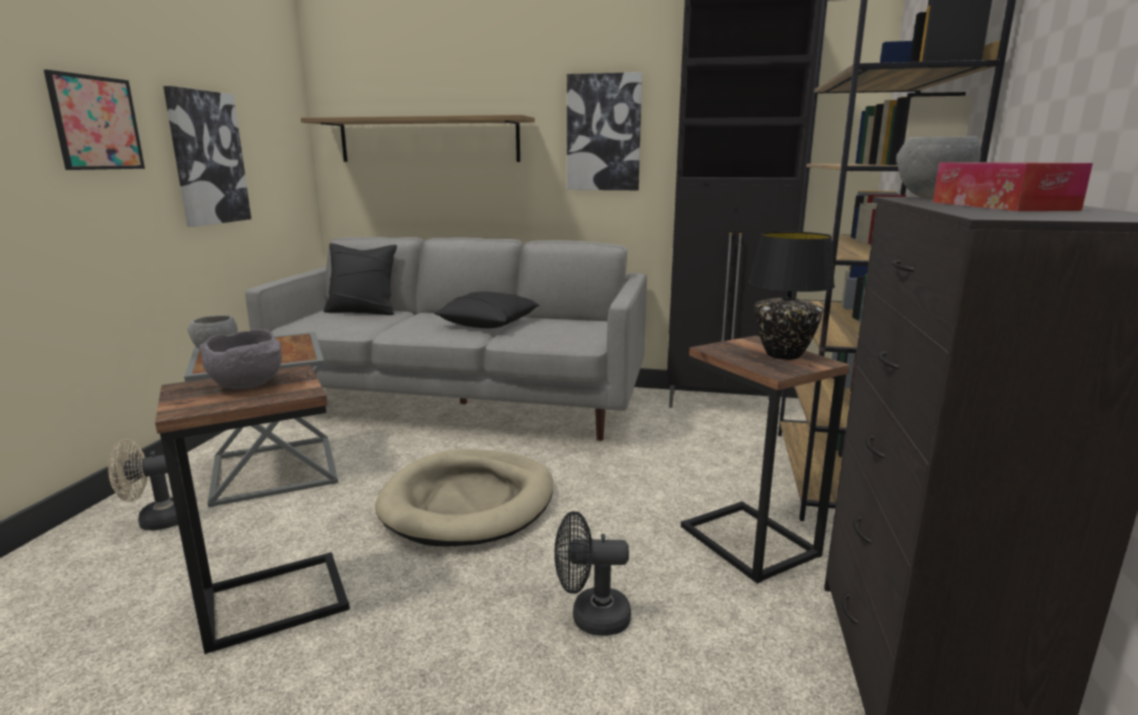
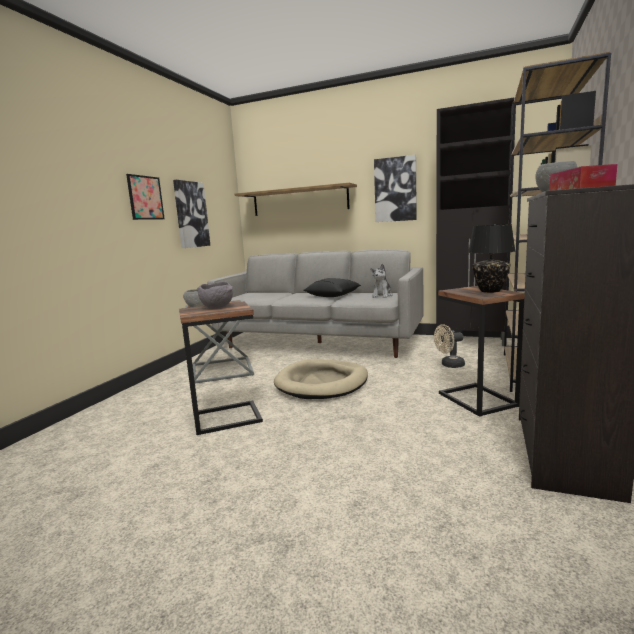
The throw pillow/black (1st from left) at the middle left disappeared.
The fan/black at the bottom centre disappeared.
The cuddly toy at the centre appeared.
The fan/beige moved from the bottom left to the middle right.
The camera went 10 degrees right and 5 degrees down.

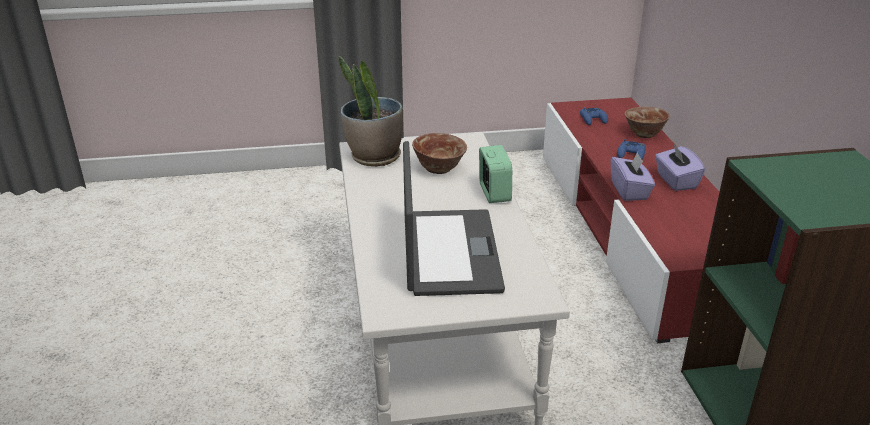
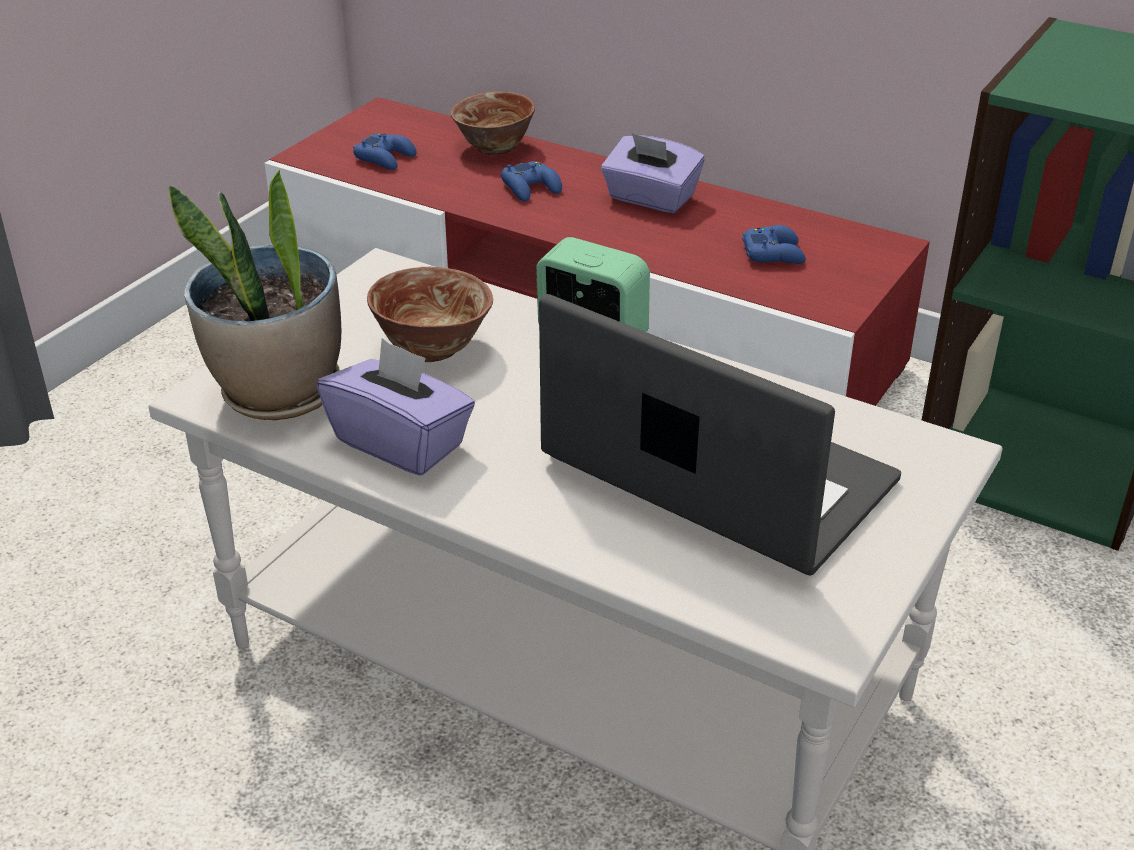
The joypad/blue-coloured (3rd from left) at the top right appeared.
The box of tissues/purplish (1st from left) moved from the middle right to the centre.
The camera went 50 degrees left and 5 degrees up.

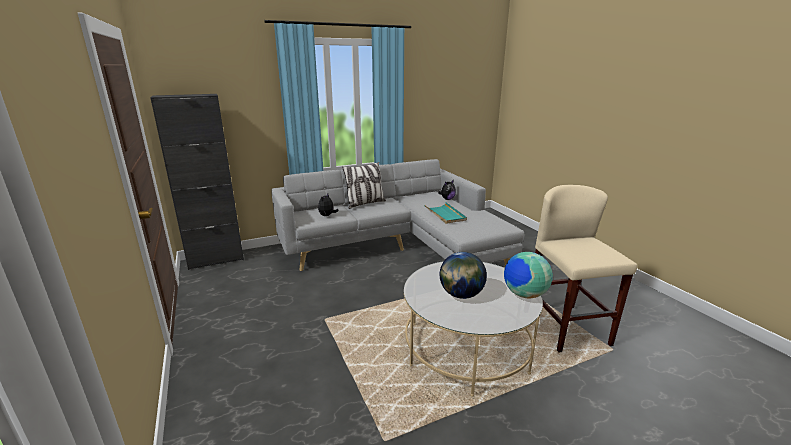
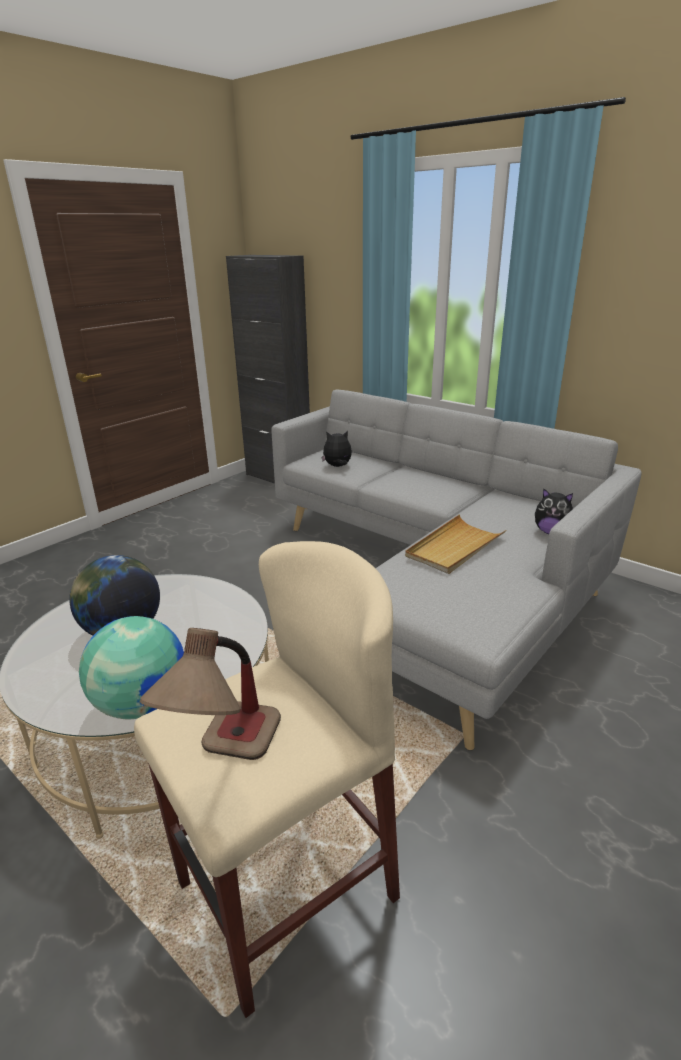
The throw pillow at the centre disappeared.
The tabletop lamp at the middle left appeared.
The tray/turquoise at the centre became the tray/beige at the middle right.
The camera went 65 degrees right and 5 degrees up.

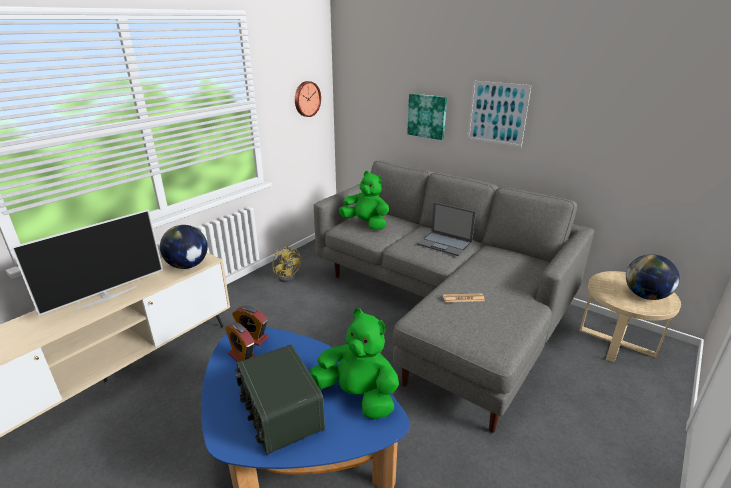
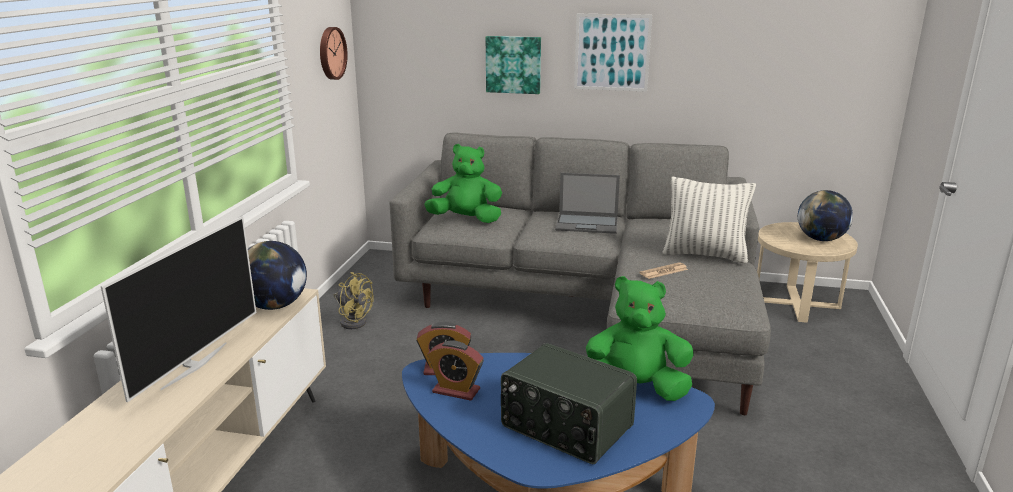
The throw pillow at the middle right appeared.
The camera went 25 degrees left and 5 degrees down.

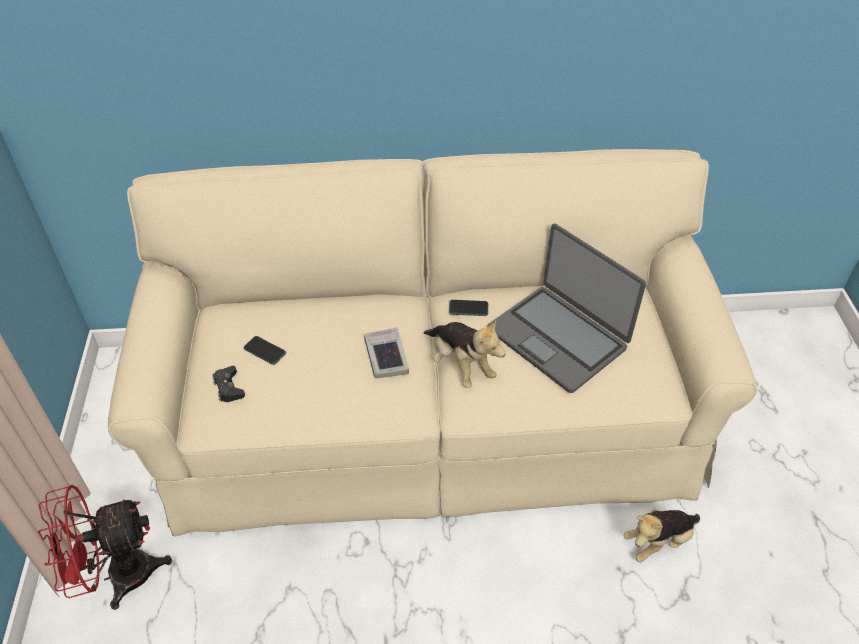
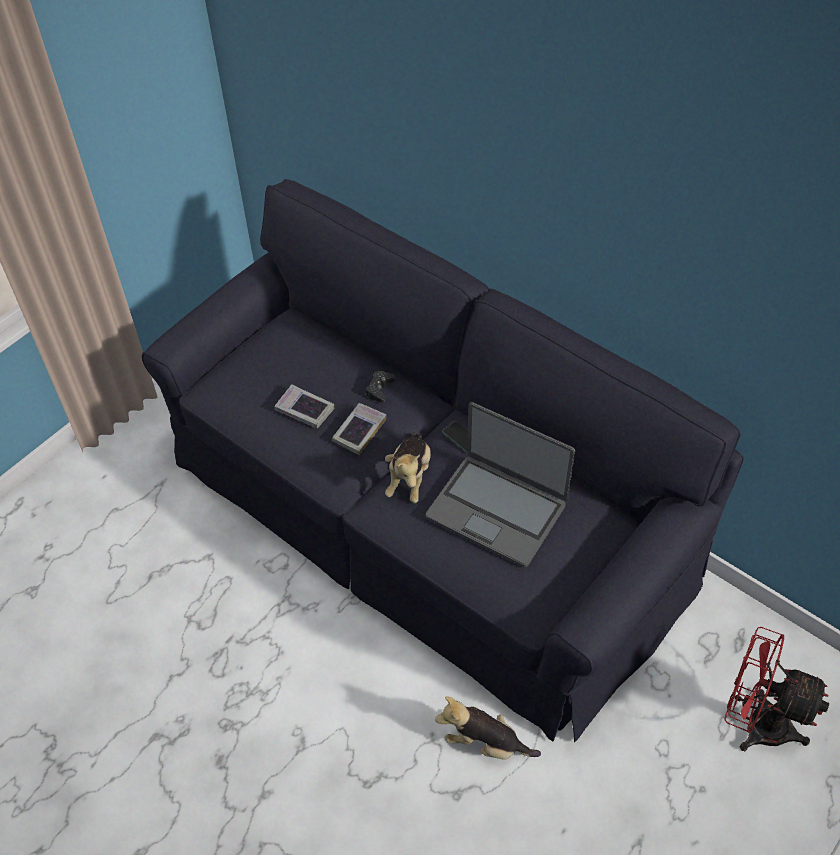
The handset (1st from left) at the middle left disappeared.
The volume (1st from left) at the centre appeared.
The fan/red-coloured moved from the bottom left to the bottom right.
The joypad/black moved from the middle left to the centre.
The settee/beige at the centre became the settee/black at the centre.
The laptop at the centre turned 60 degrees counterclockwise.
The camera went 45 degrees right and 5 degrees up.

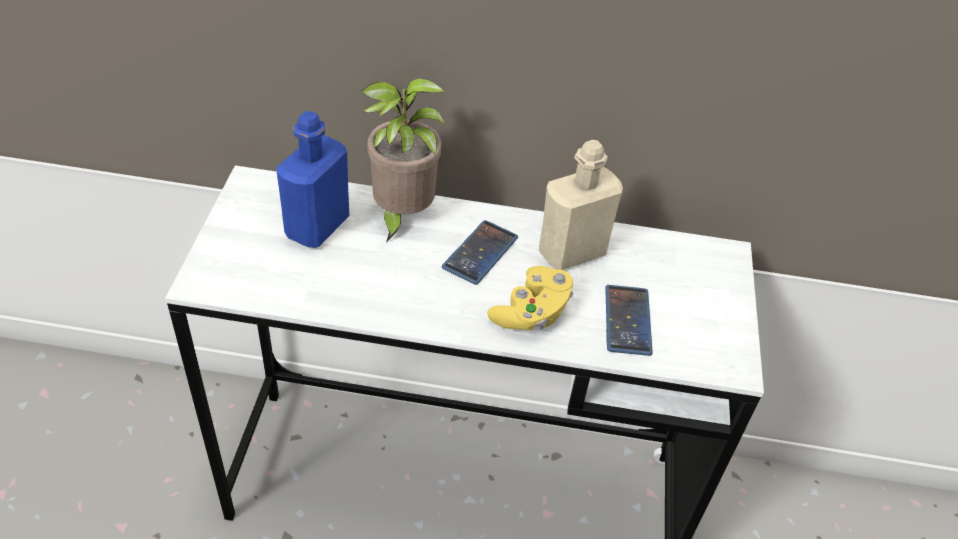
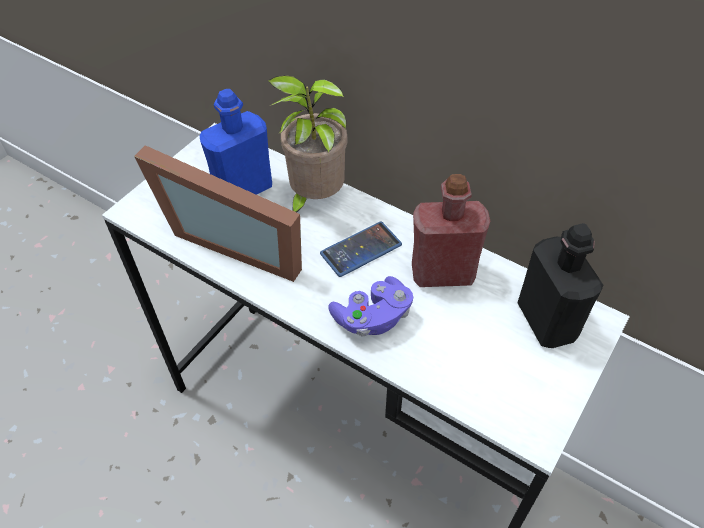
The handset (2nd from left) at the centre disappeared.
The picture frame at the middle left appeared.
The drink bottle/black at the middle right appeared.
The joypad/yellow at the centre became the joypad/purplish at the centre.
The drink bottle/beige at the centre became the drink bottle/red-coloured at the centre.
The camera went 30 degrees right and 5 degrees up.

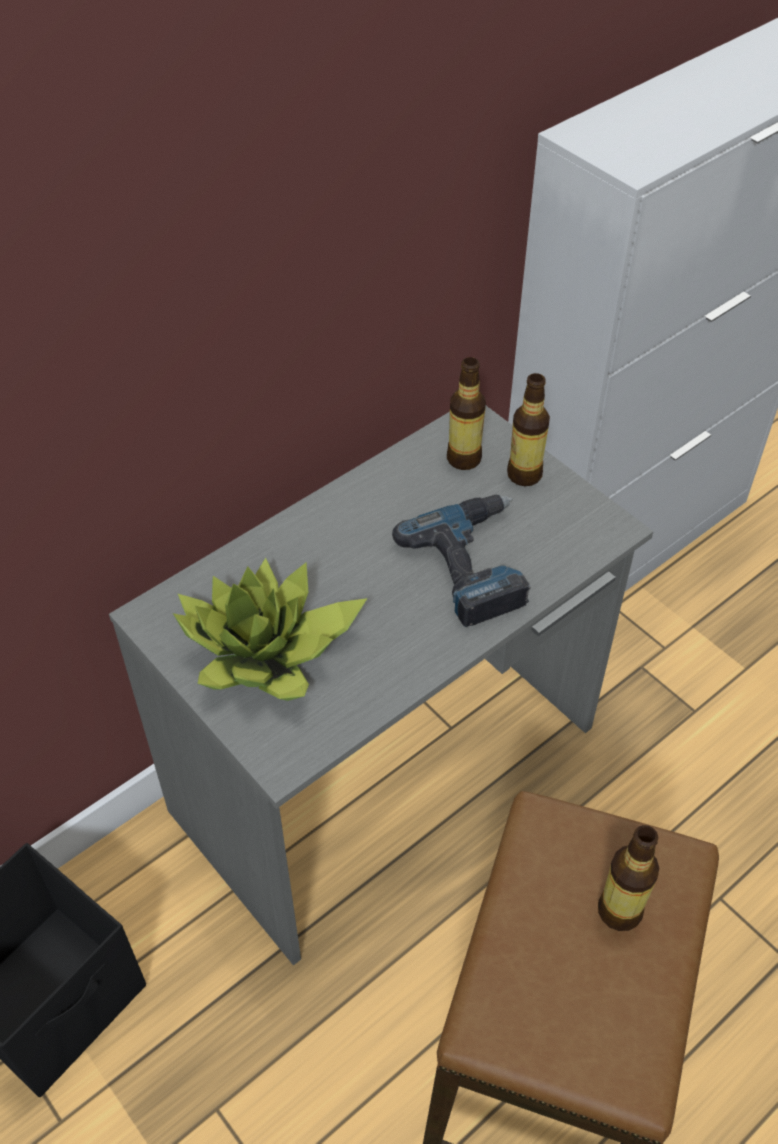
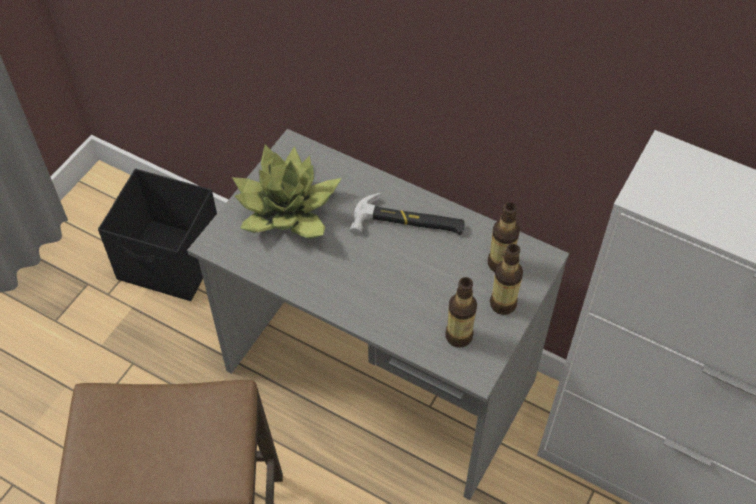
The electric drill at the centre disappeared.
The hammer at the centre appeared.
The drink bottle (3rd from left in the first image) moved from the bottom right to the centre.
The camera went 70 degrees right and 5 degrees up.

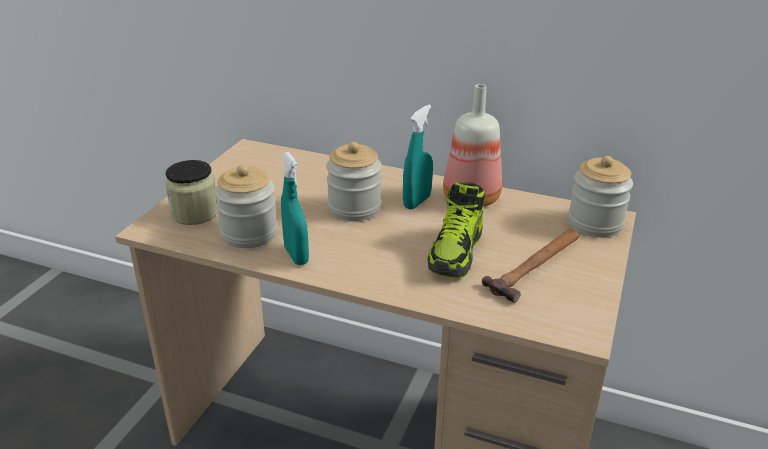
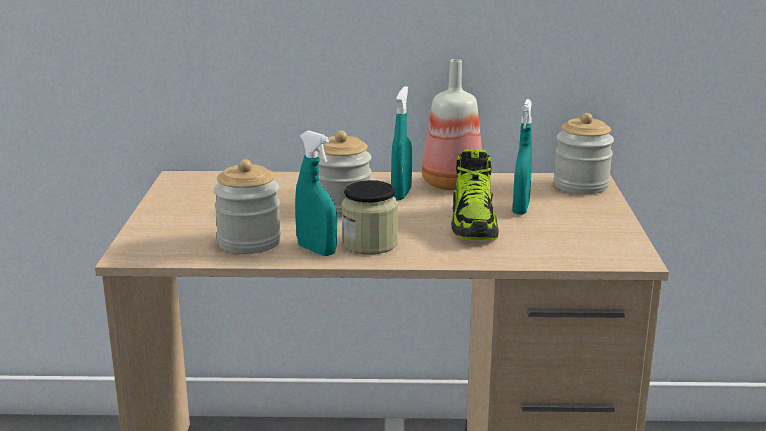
The hammer at the middle right disappeared.
The hand sprayer/turquoise (3rd from left) at the middle right appeared.
The storage jar (1st from left in the first image) moved from the middle left to the centre.
The camera went 20 degrees left and 10 degrees down.

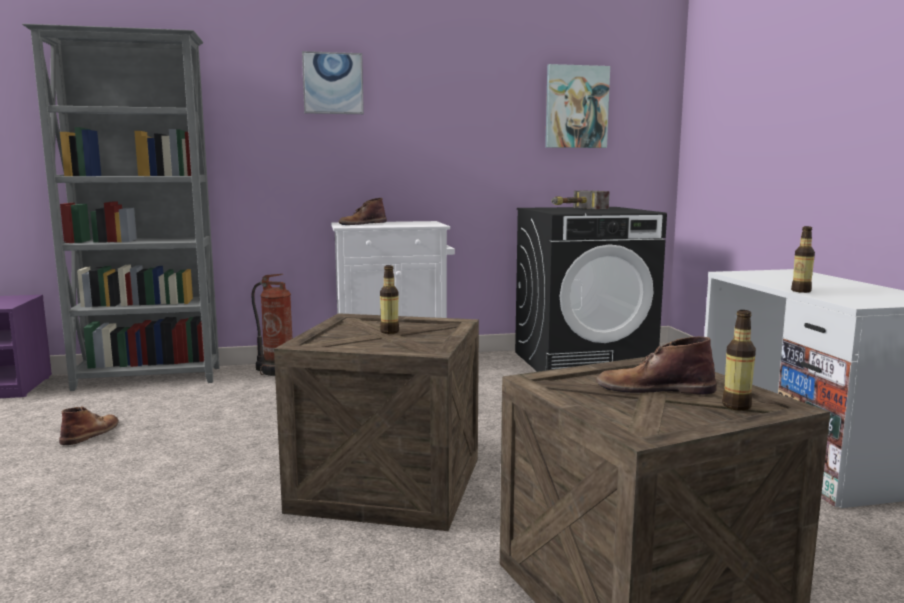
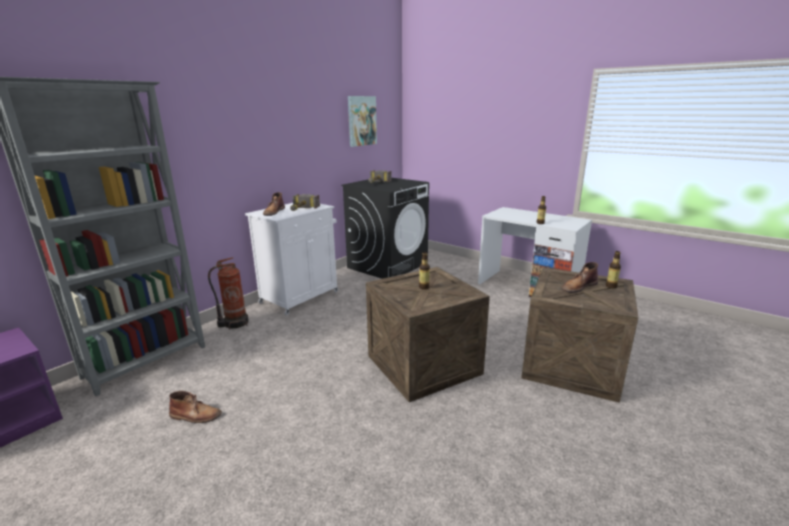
The wall picture (1st from left) at the top centre disappeared.
The hammer (1st from left) at the centre appeared.
The boot/brown-coloured (1st from left) at the bottom left turned 120 degrees clockwise.
The camera went 40 degrees left and 10 degrees up.

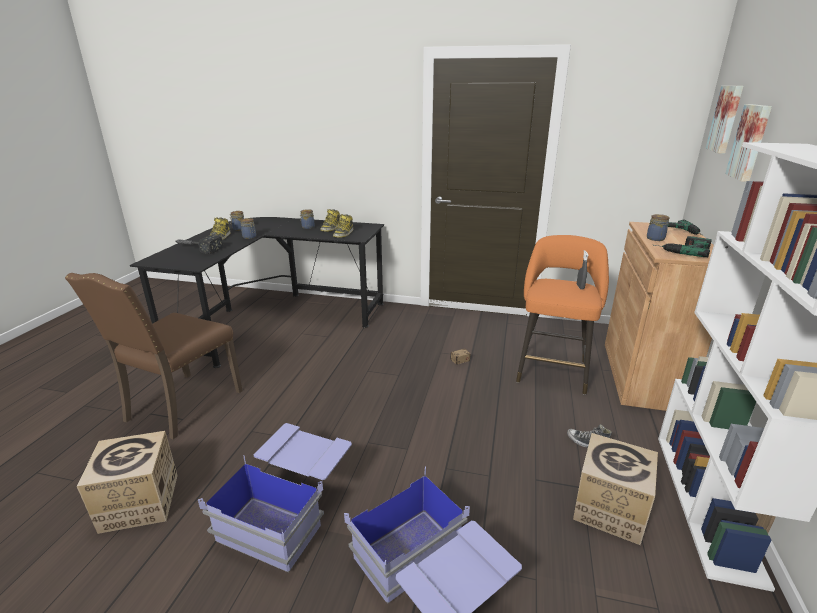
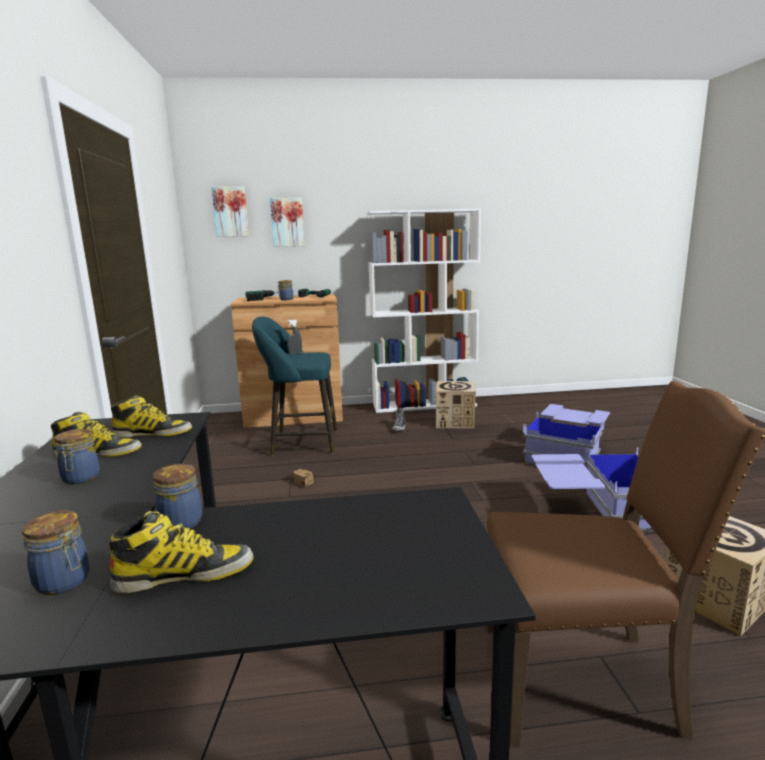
The hammer at the middle left disappeared.
The stool/orangey at the middle right became the stool/turquoise at the centre.
The camera went 110 degrees left and 10 degrees down.

